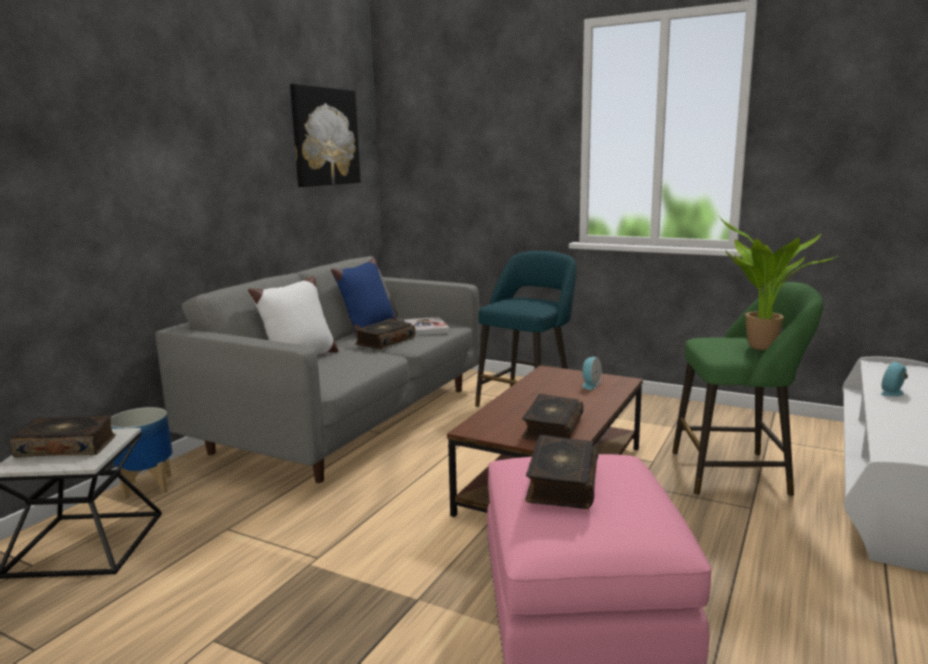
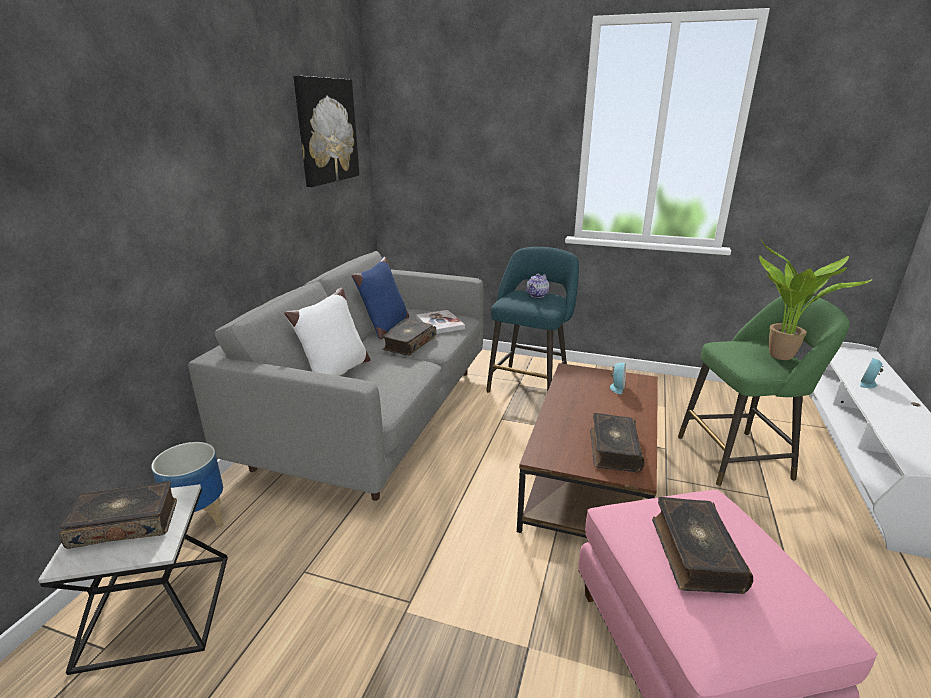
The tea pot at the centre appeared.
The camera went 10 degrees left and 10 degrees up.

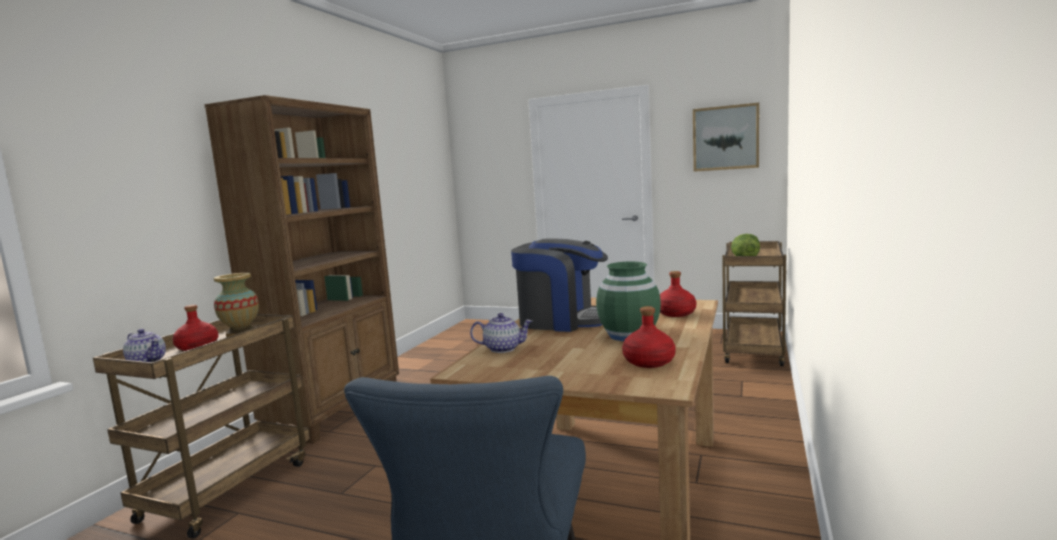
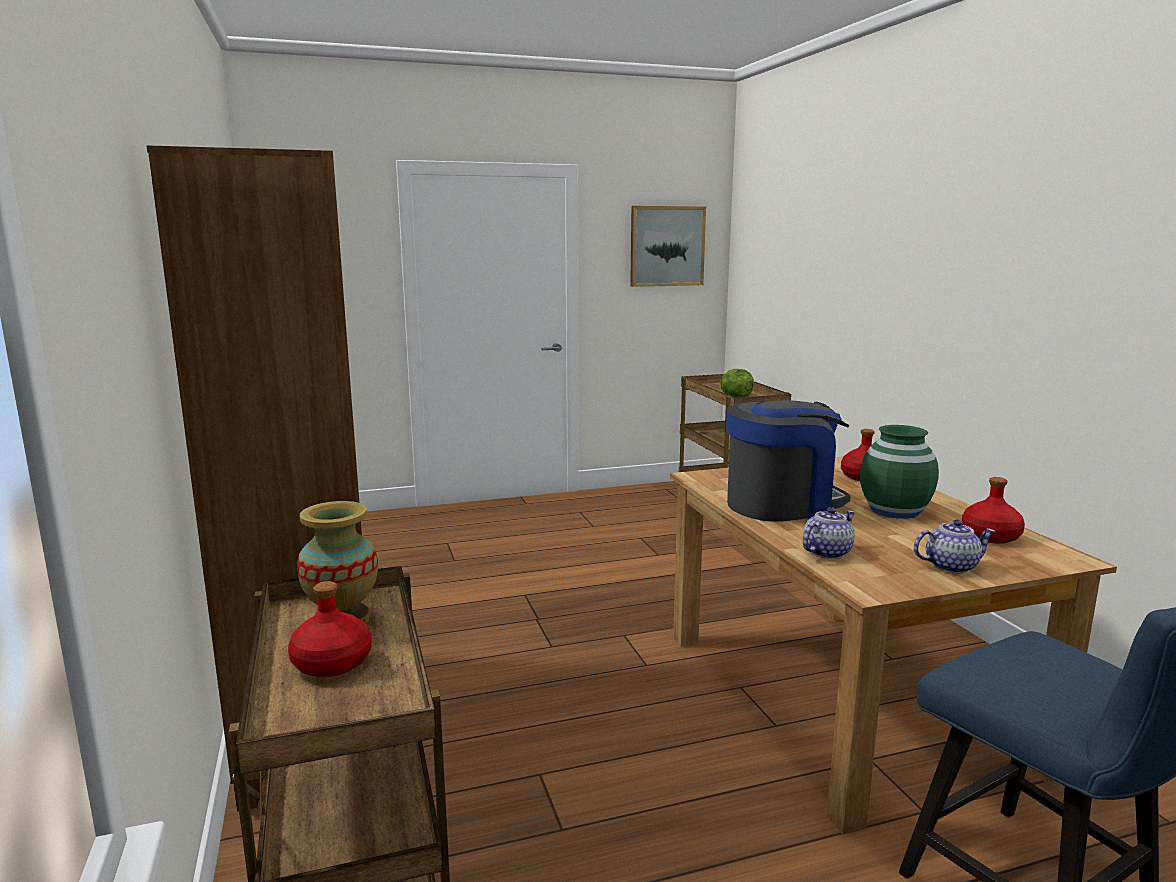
The tea pot (1st from left in the first image) moved from the middle left to the middle right.
The camera went 40 degrees left and 5 degrees up.

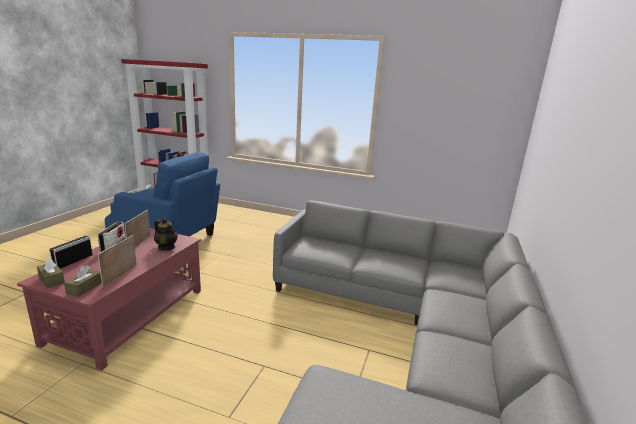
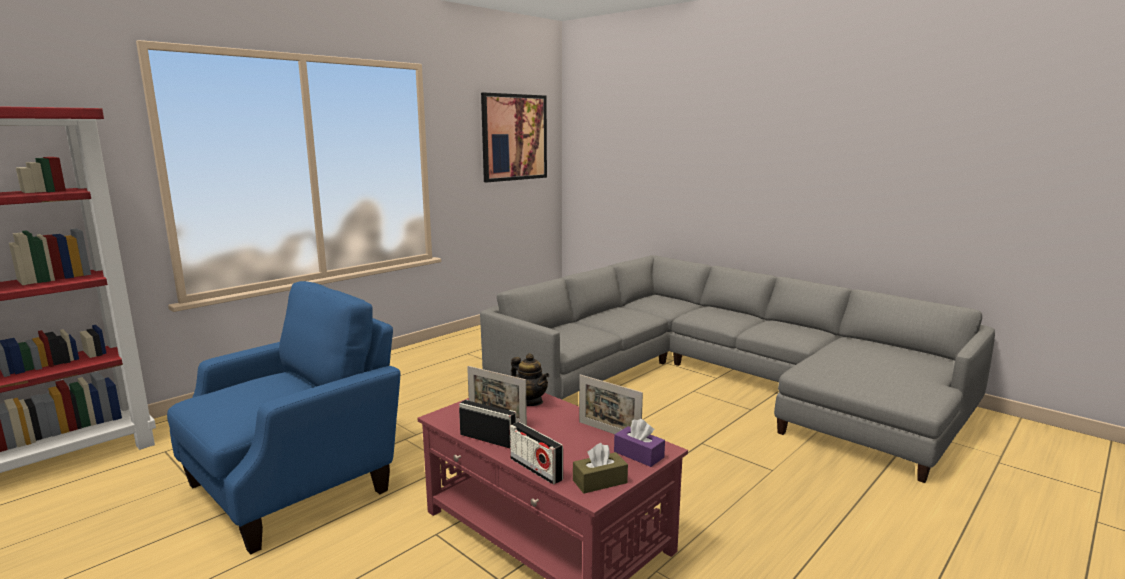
The wall picture at the top centre appeared.
The box of tissues/brown-coloured (2nd from left) at the middle left became the box of tissues/purplish at the bottom centre.
The tea pot at the middle left turned 75 degrees clockwise.
The camera went 65 degrees left and 5 degrees down.

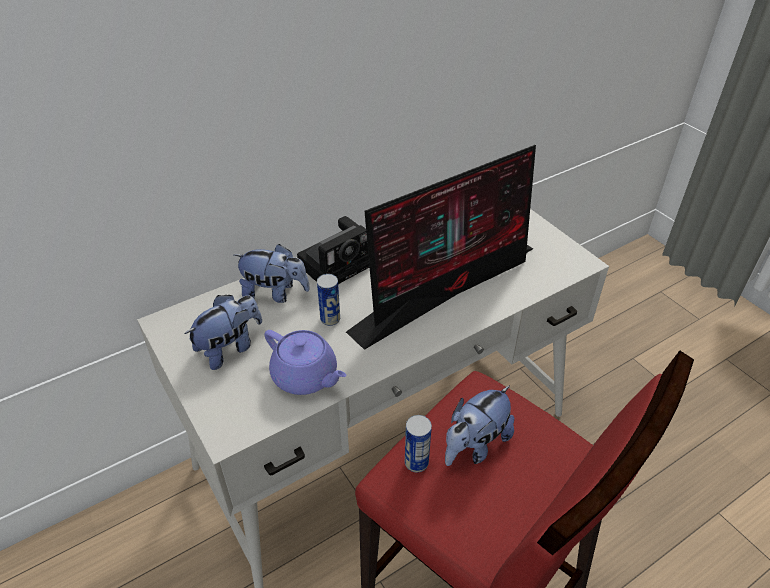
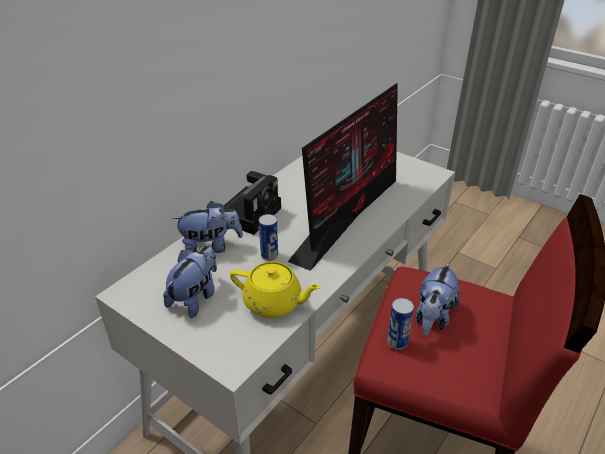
The tea pot/purplish at the centre became the tea pot/yellow at the centre.
The camera went 20 degrees left and 5 degrees down.

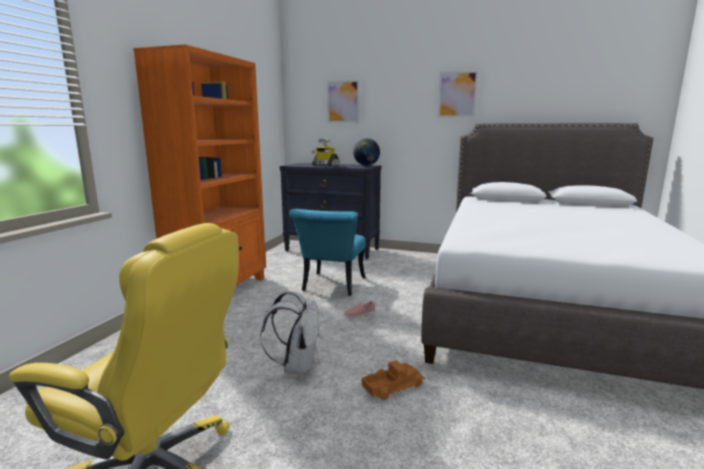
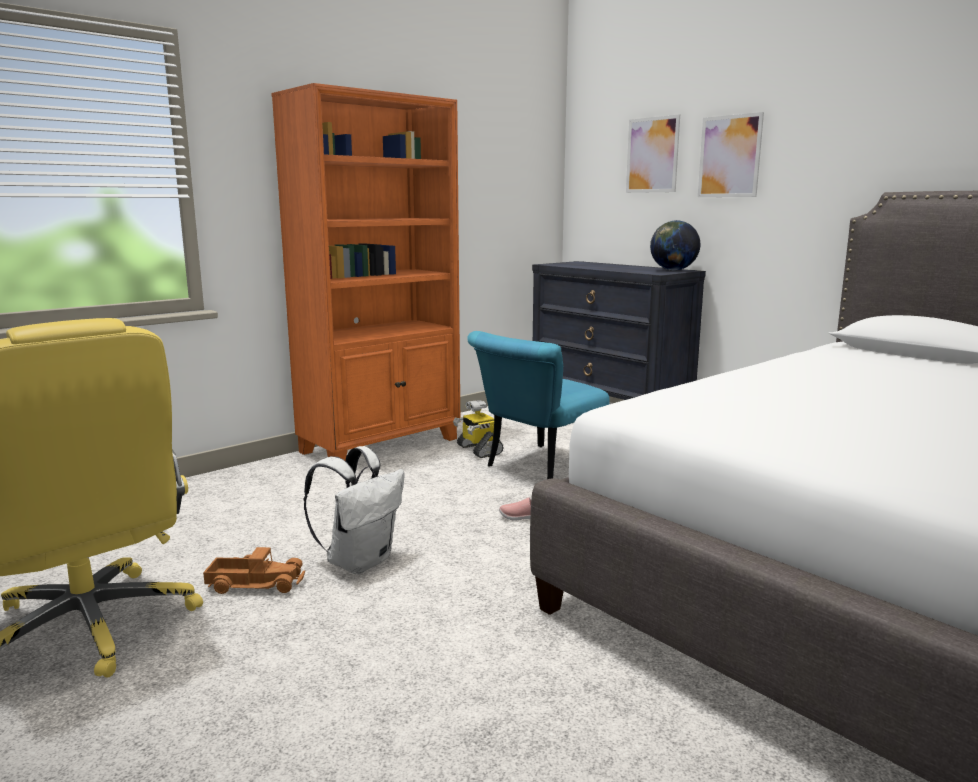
The model robot moved from the top centre to the centre.
The toy lorry moved from the bottom centre to the bottom left.
The wall picture (2nd from left) moved from the top centre to the top right.
The camera went 30 degrees right and 0 degrees up.

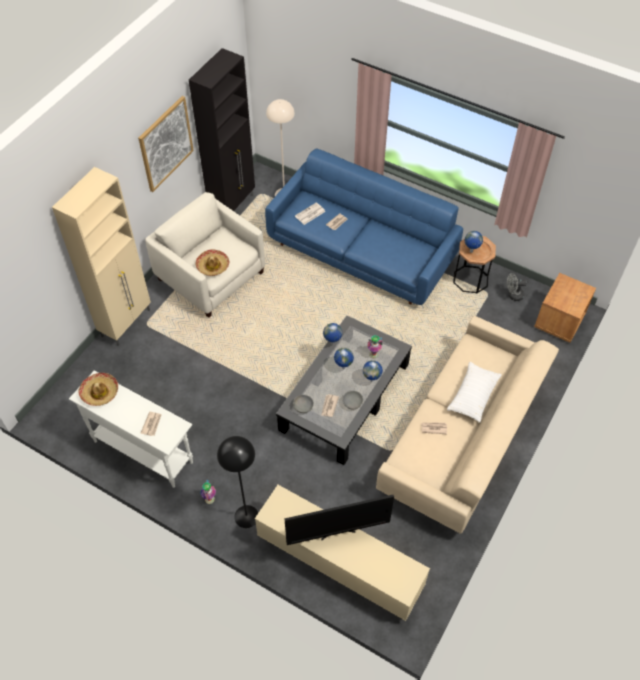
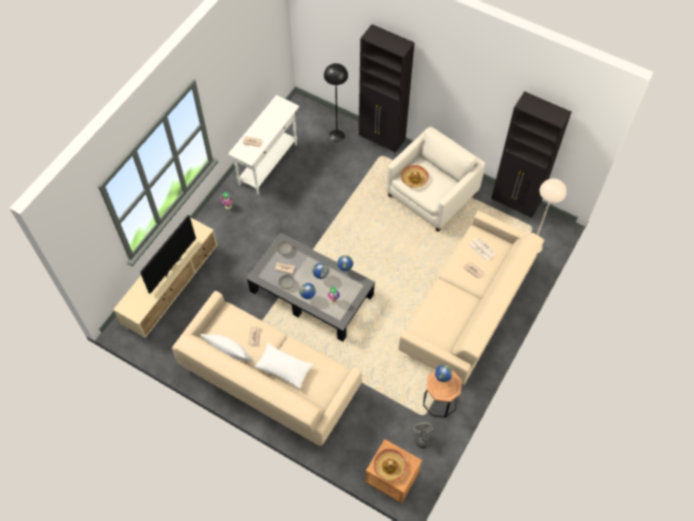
The wall picture at the top left disappeared.
The throw pillow/whitish (1st from left) at the bottom left appeared.
The wearable hat (1st from left) moved from the middle left to the bottom centre.
The standard lamp/black moved from the bottom centre to the top centre.
The storage cabinet/beige at the middle left became the storage cabinet/black (1st from left) at the top centre.
The settee/blue-coloured at the centre became the settee/beige (2nd from left) at the middle right.
The television at the bottom centre turned 135 degrees counterclockwise.
The camera went 90 degrees right and 5 degrees up.

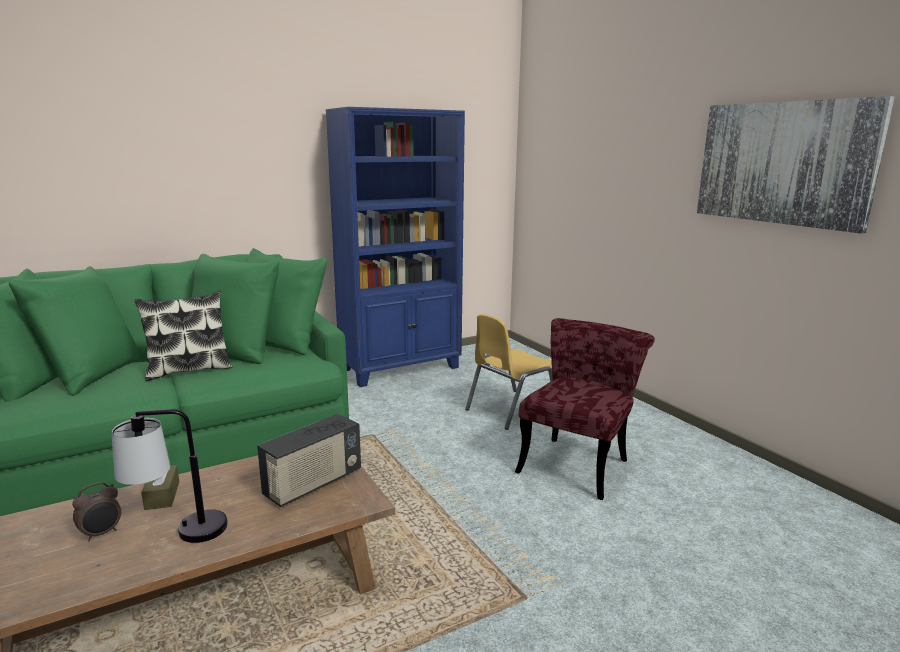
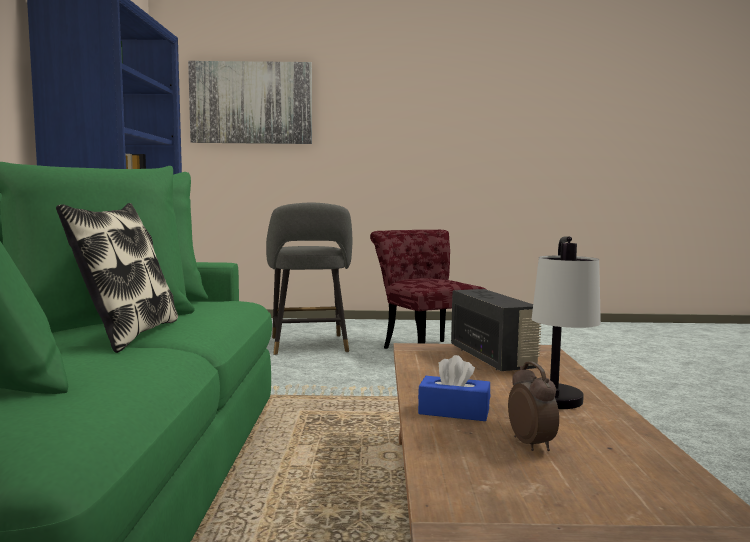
The wall picture moved from the top right to the top centre.
The upright chair/yellow at the centre was replaced by the stool/greyish at the centre.
The box of tissues/brown-coloured at the bottom left became the box of tissues/blue-coloured at the bottom centre.
The camera went 60 degrees left and 10 degrees down.

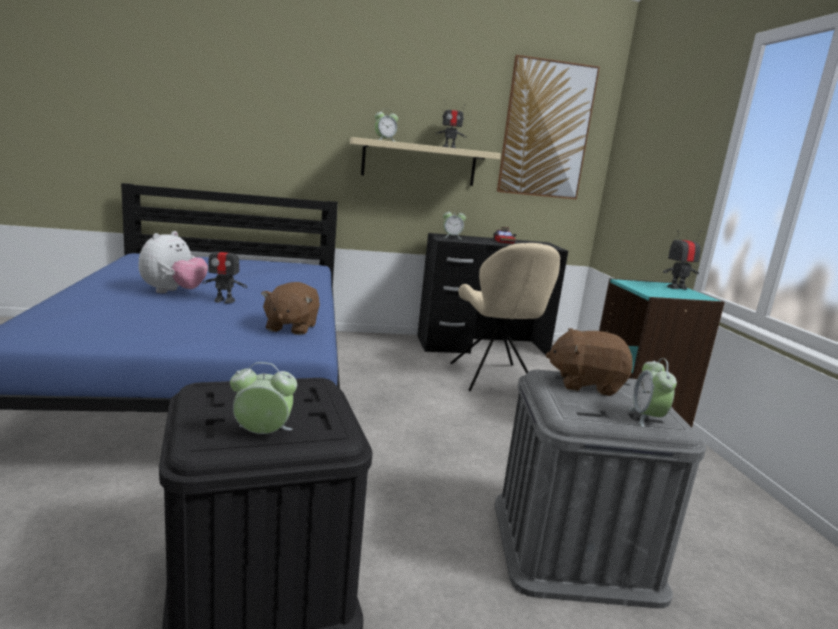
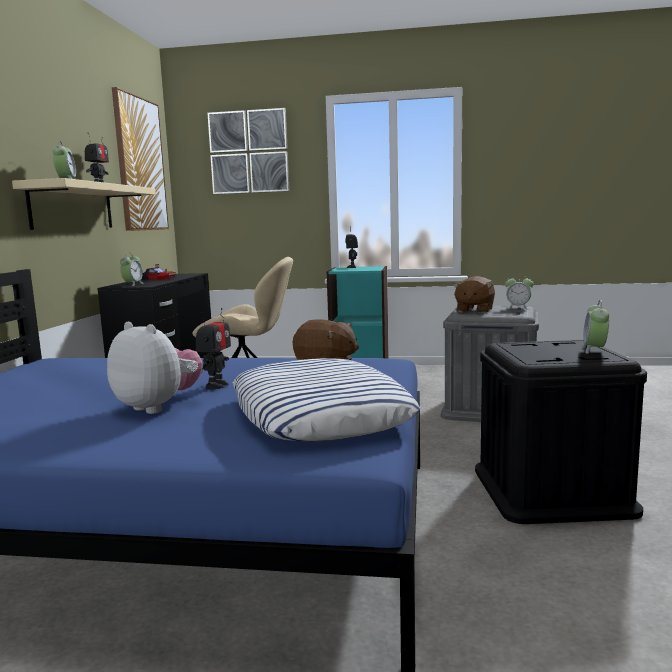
The wall picture (2nd from left) at the top centre appeared.
The throw pillow at the centre appeared.
The camera went 70 degrees left and 5 degrees down.

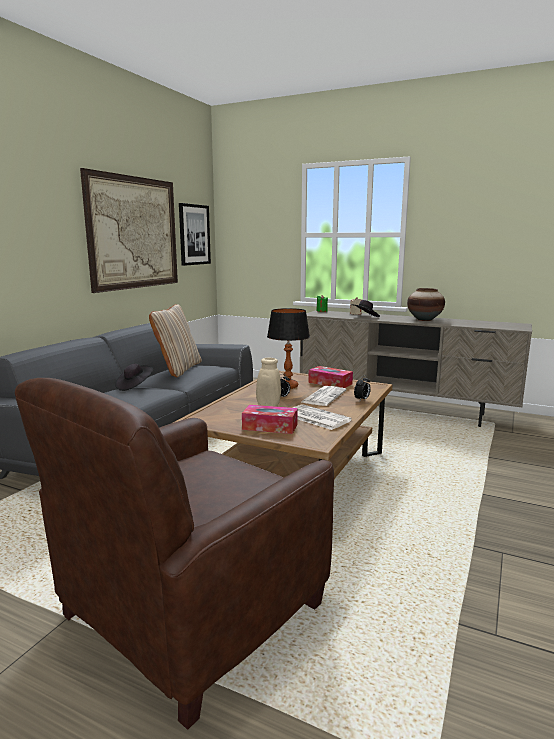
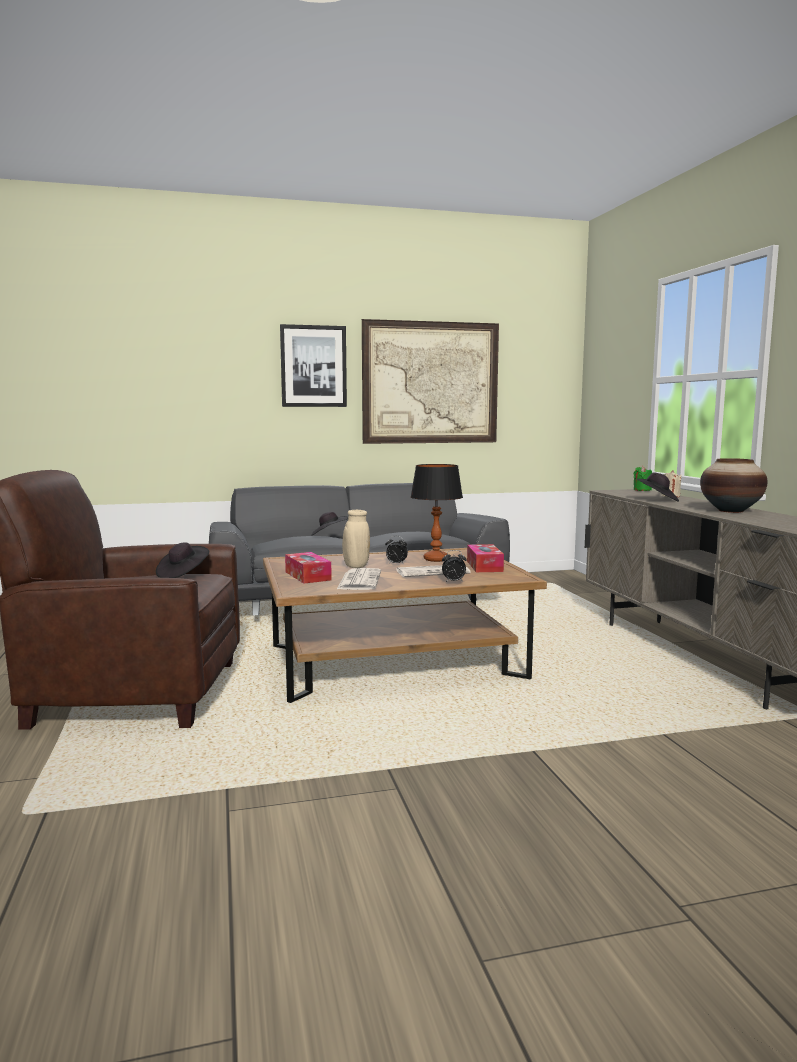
The throw pillow/beige at the middle left disappeared.
The wearable hat/black (1st from left) at the middle left appeared.
The wall picture (2nd from left in the first image) moved from the top centre to the centre.
The camera went 50 degrees right and 5 degrees down.

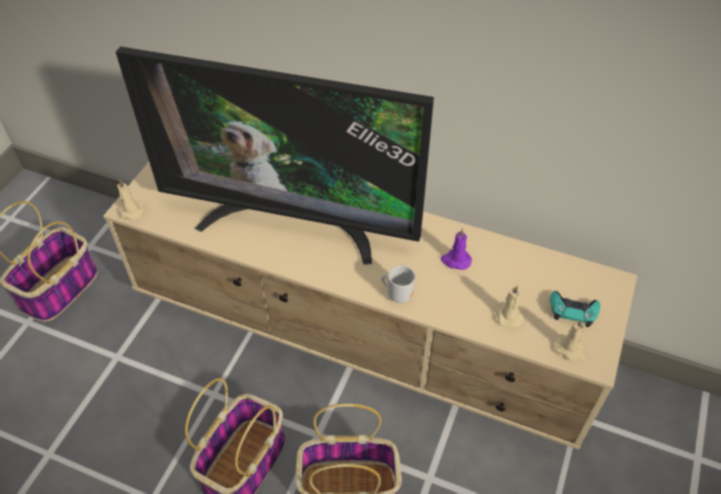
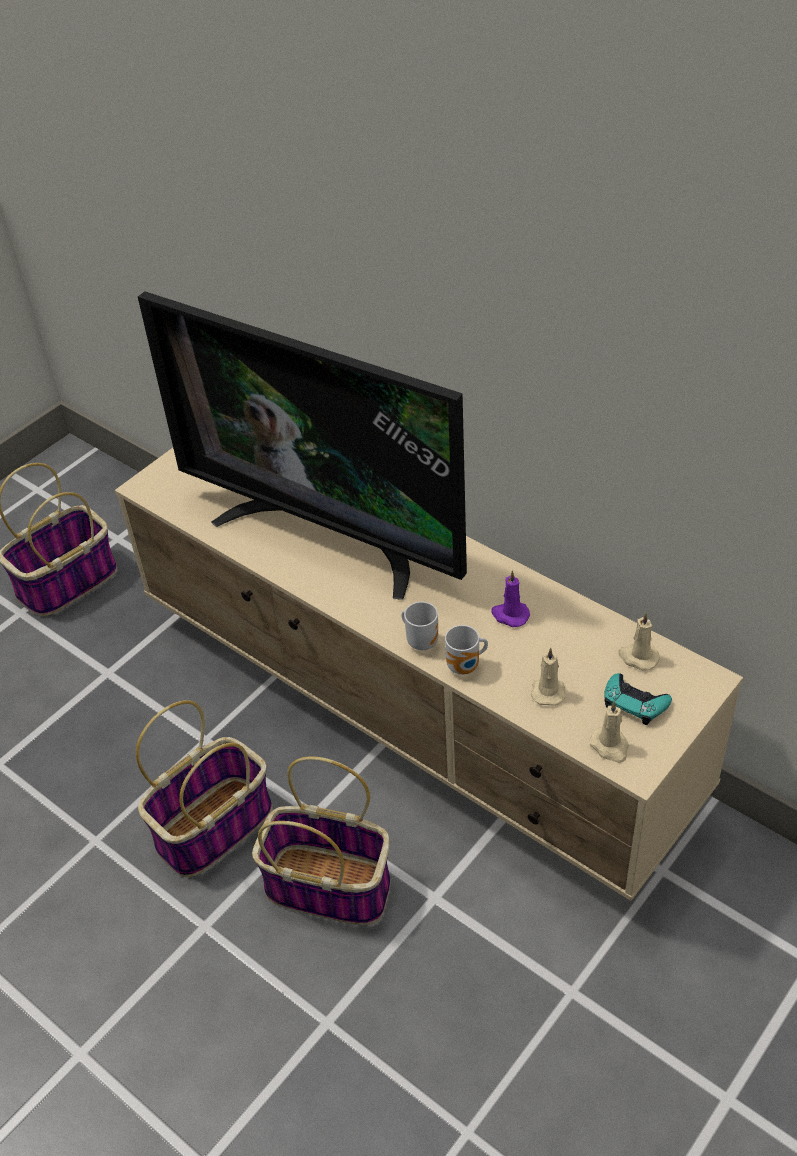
The coffee mug (2nd from left) at the centre appeared.
The wax candle/beige (1st from left in the first image) moved from the middle left to the middle right.
The camera went 20 degrees right and 5 degrees down.

